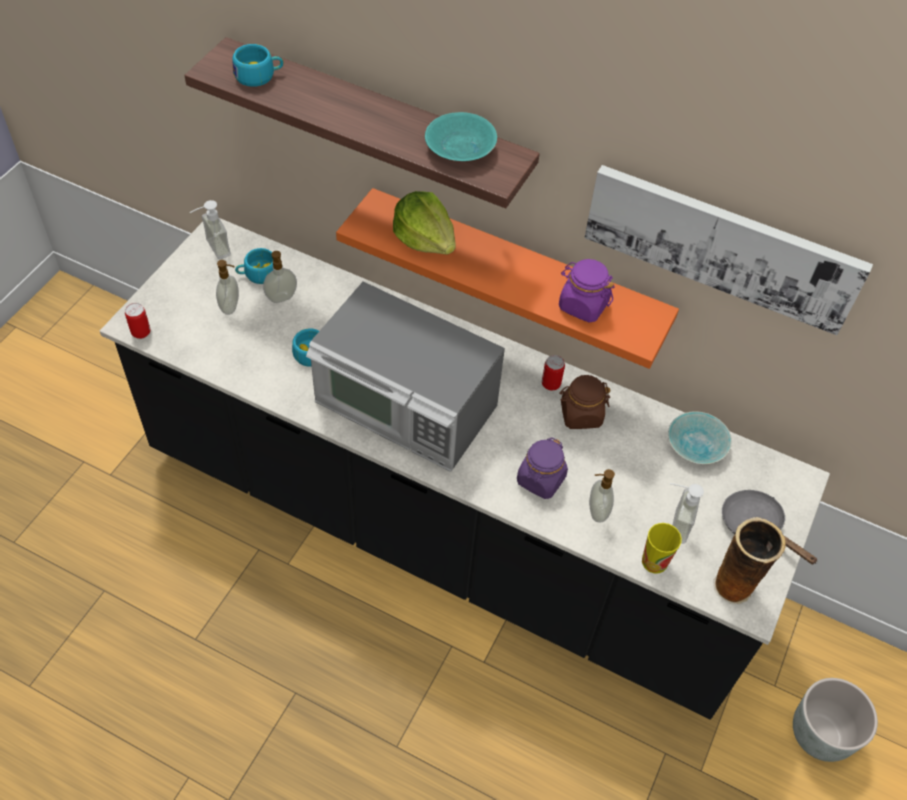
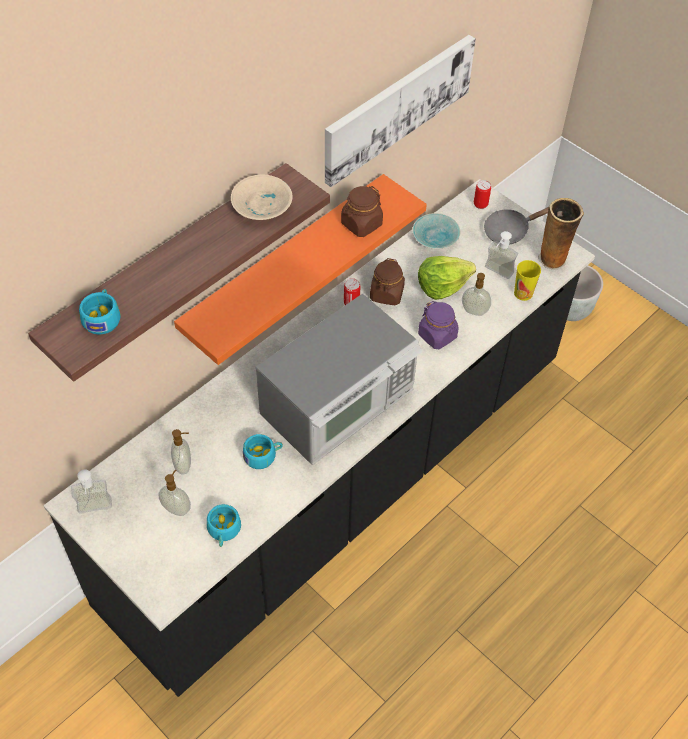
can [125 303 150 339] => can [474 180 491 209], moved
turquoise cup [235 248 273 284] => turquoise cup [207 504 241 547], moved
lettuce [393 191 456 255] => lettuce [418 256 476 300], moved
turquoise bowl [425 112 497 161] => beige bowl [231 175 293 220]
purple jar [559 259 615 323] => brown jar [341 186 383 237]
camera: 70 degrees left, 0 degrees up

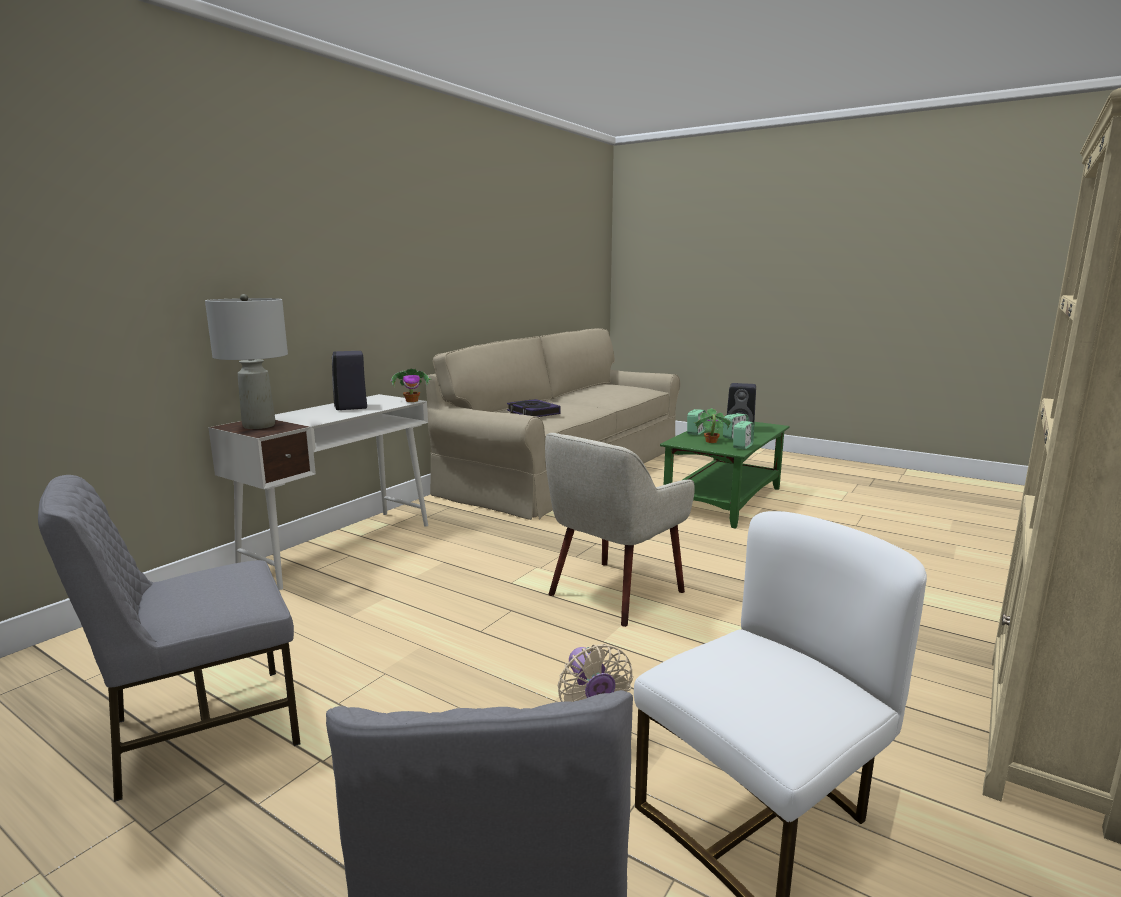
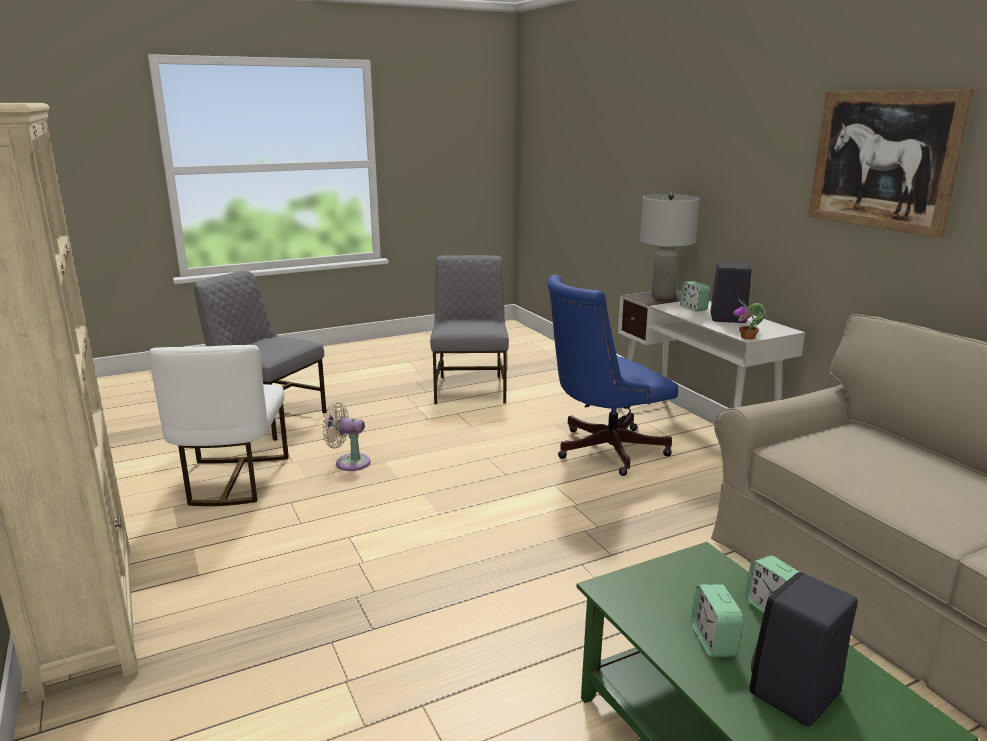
book [507 399 560 417] => nothing
beige armchair [545 433 695 627] => nothing
potted plant [694 408 731 443] => nothing
nothing => blue office chair [547 274 678 476]
nothing => picture [808 89 974 238]
alarm clock [733 421 754 449] => alarm clock [680 281 710 311], moved
camera: 120 degrees right, 5 degrees up

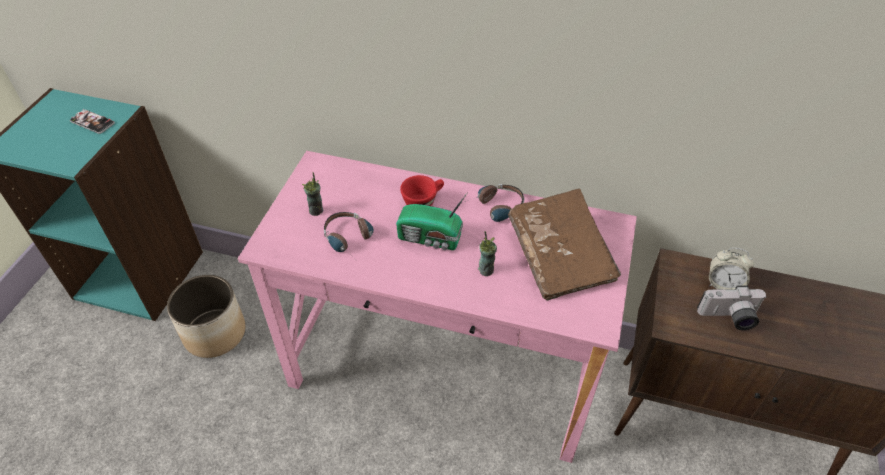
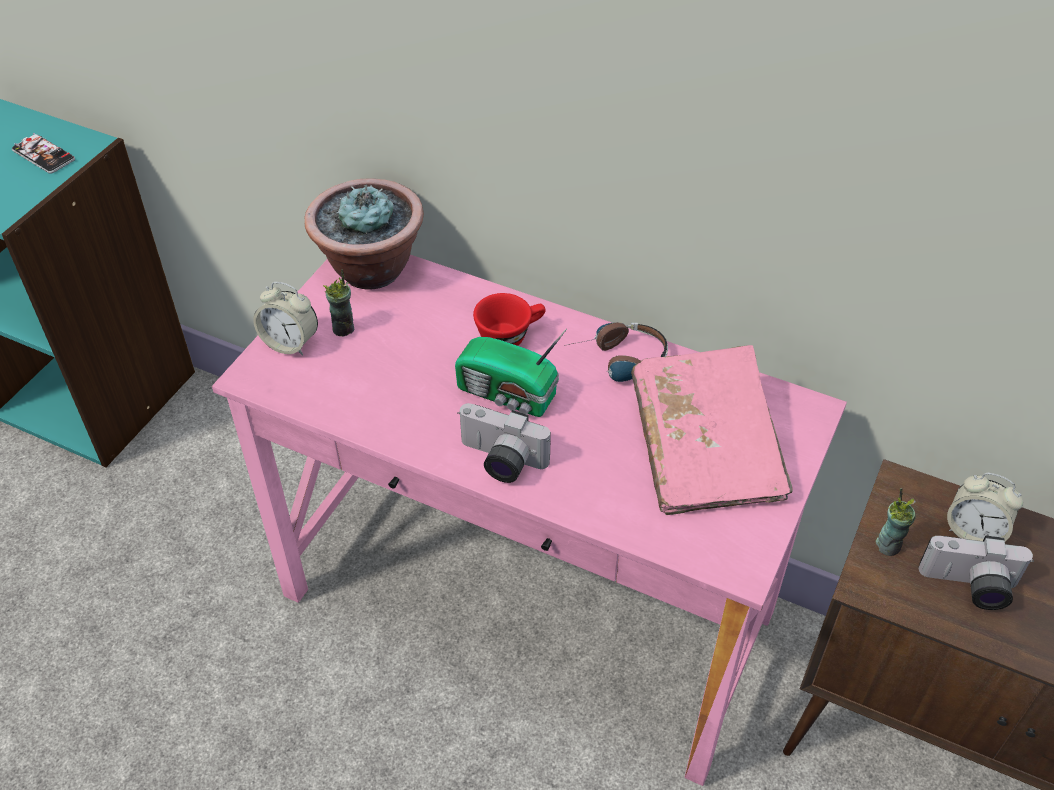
planter [167 275 246 358] => nothing
headphones [324 212 374 258] => nothing
nothing => alarm clock [253 282 318 356]
nothing => potted plant [305 178 424 289]
nothing => photo camera [457 403 551 483]
cup [478 231 497 276] => cup [875 488 916 556], moved
brown book [508 189 621 300] => pink book [631 345 793 515]
camera: 10 degrees right, 0 degrees up

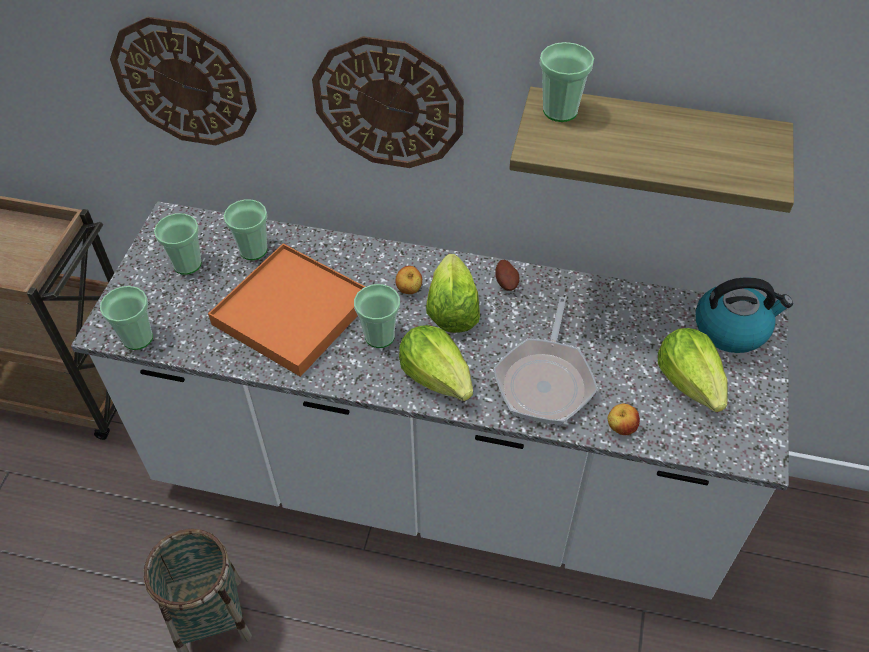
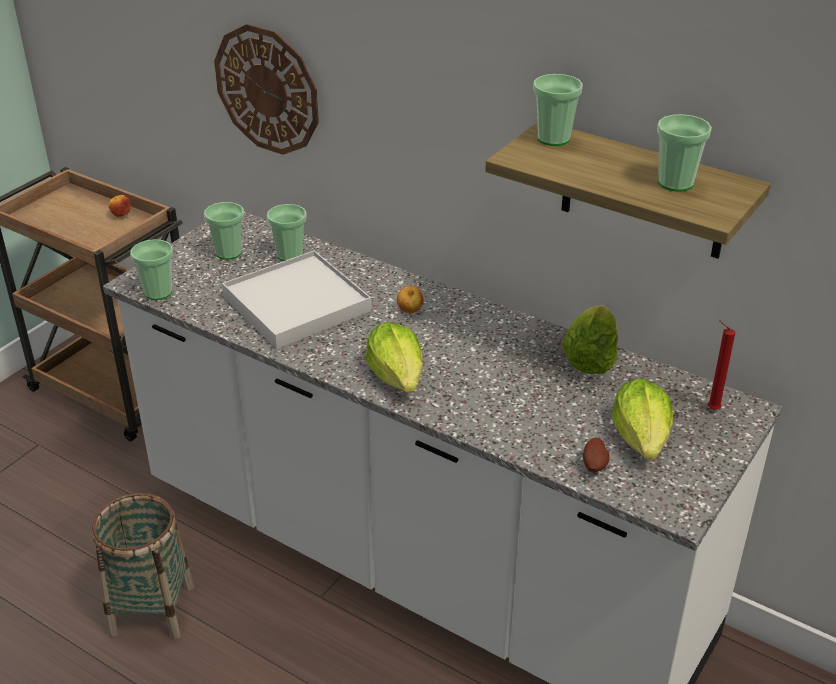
wall clock [312 36 464 168] => nothing
frying pan [493 297 598 425] => nothing
cup [354 284 400 348] => cup [657 114 712 192], moved
lettuce [426 254 480 333] => lettuce [562 305 618 374], moved
potato [495 260 519 291] => potato [583 438 610 472], moved
apple [608 404 640 435] => apple [109 195 131 217], moved
kettle [696 277 793 353] => red candle [708 320 735 410]
orange tray [208 244 365 377] => white tray [222 250 372 349]
camera: 20 degrees right, 15 degrees down

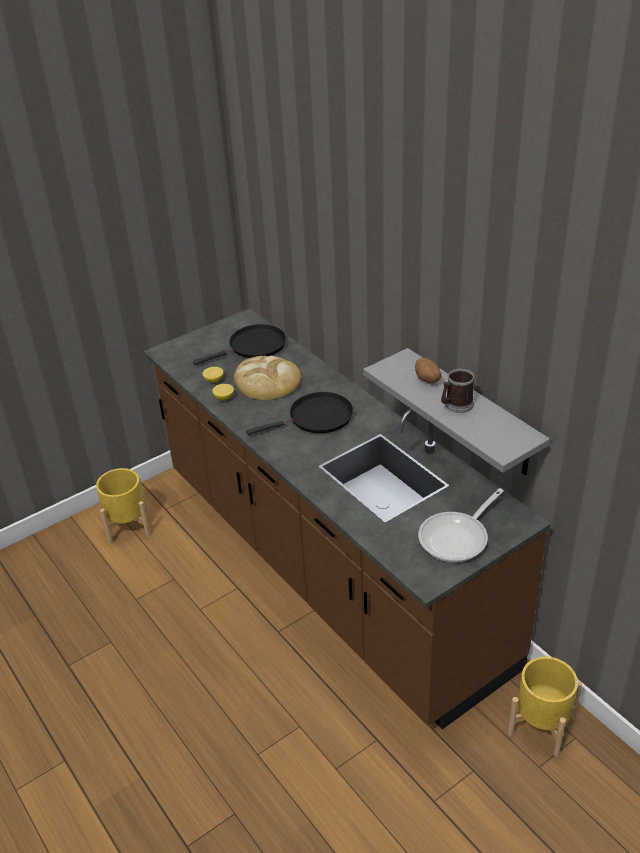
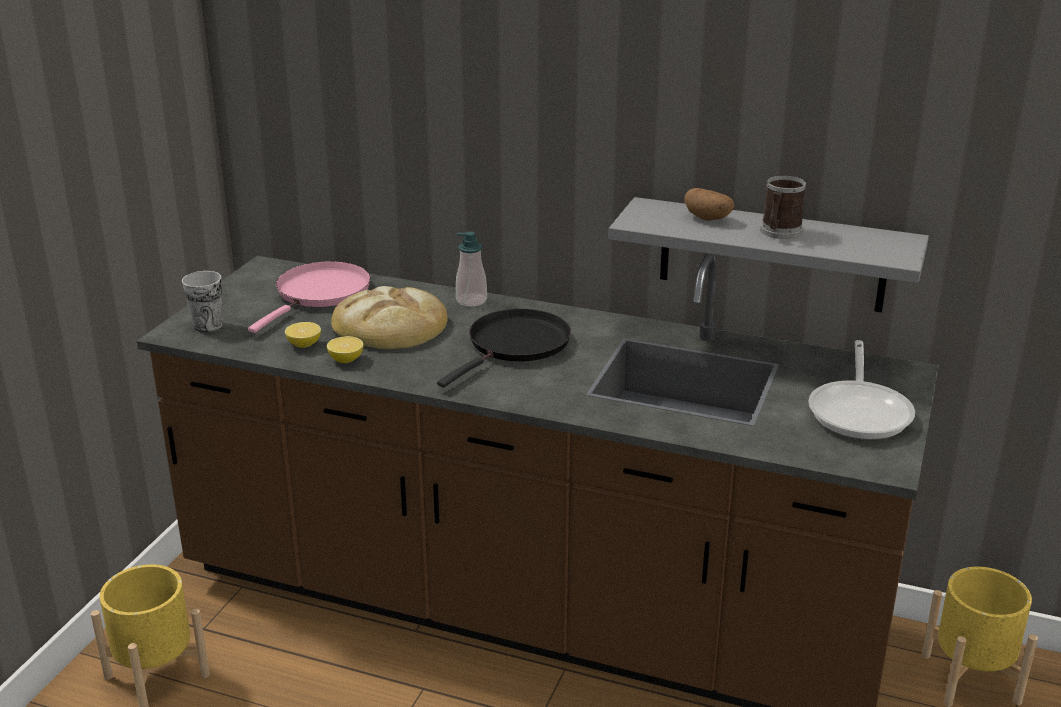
nothing => cup [182 271 222 332]
nothing => soap dispenser [456 232 487 307]
black frying pan [193 324 286 365] => pink frying pan [248 261 371 333]
camera: 35 degrees left, 10 degrees down

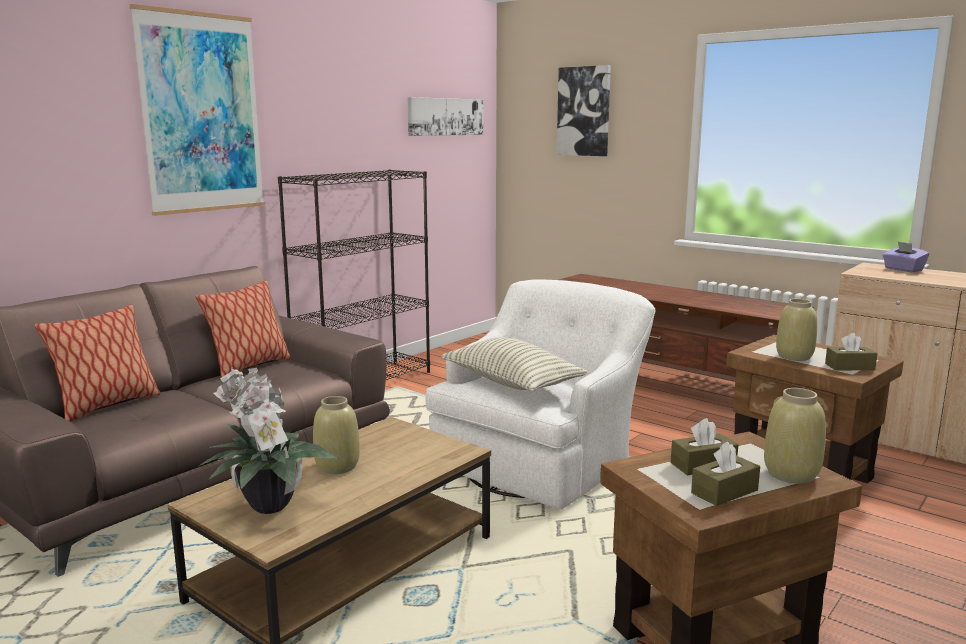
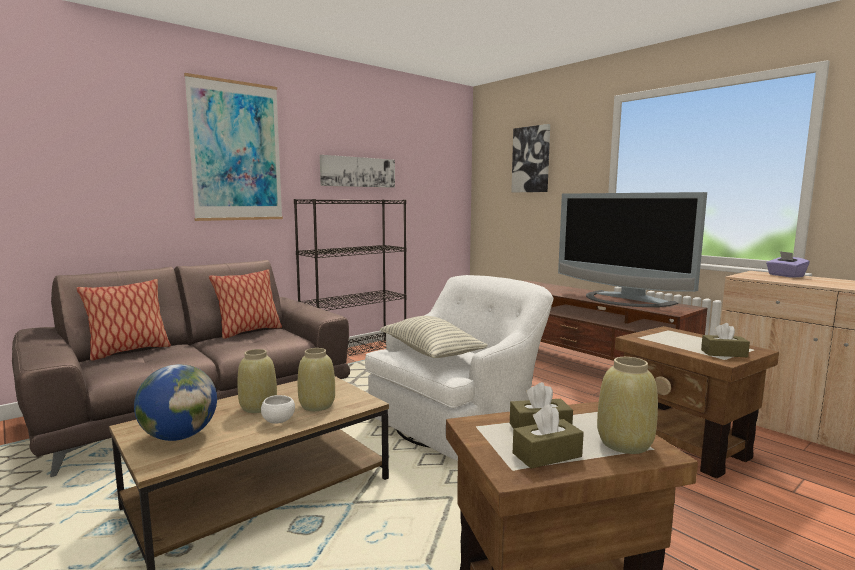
nothing => white bowl [261 395 295 424]
nothing => television [558 192 707 307]
picture [407 97 483 136] => picture [320 155 395 188], moved
beige vase [776 299 817 361] => beige vase [298 348 335 411], moved
potted plant [199 367 339 514] => globe [134 364 217 441]
camera: 10 degrees right, 5 degrees down

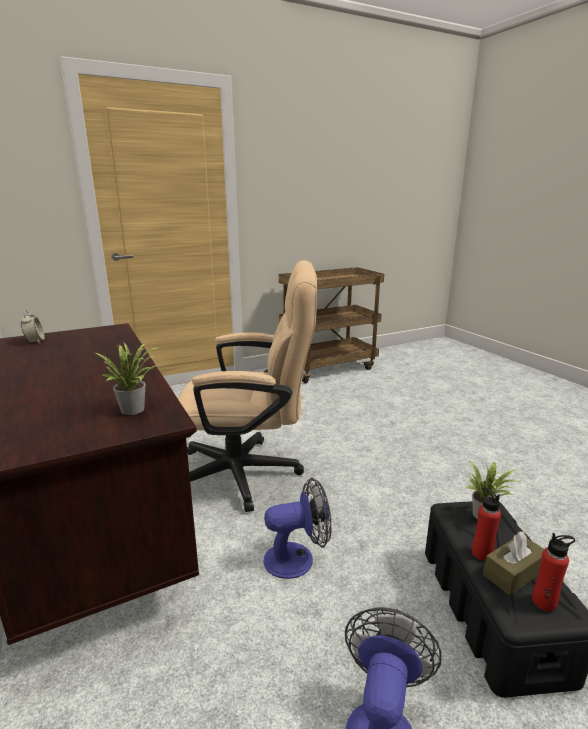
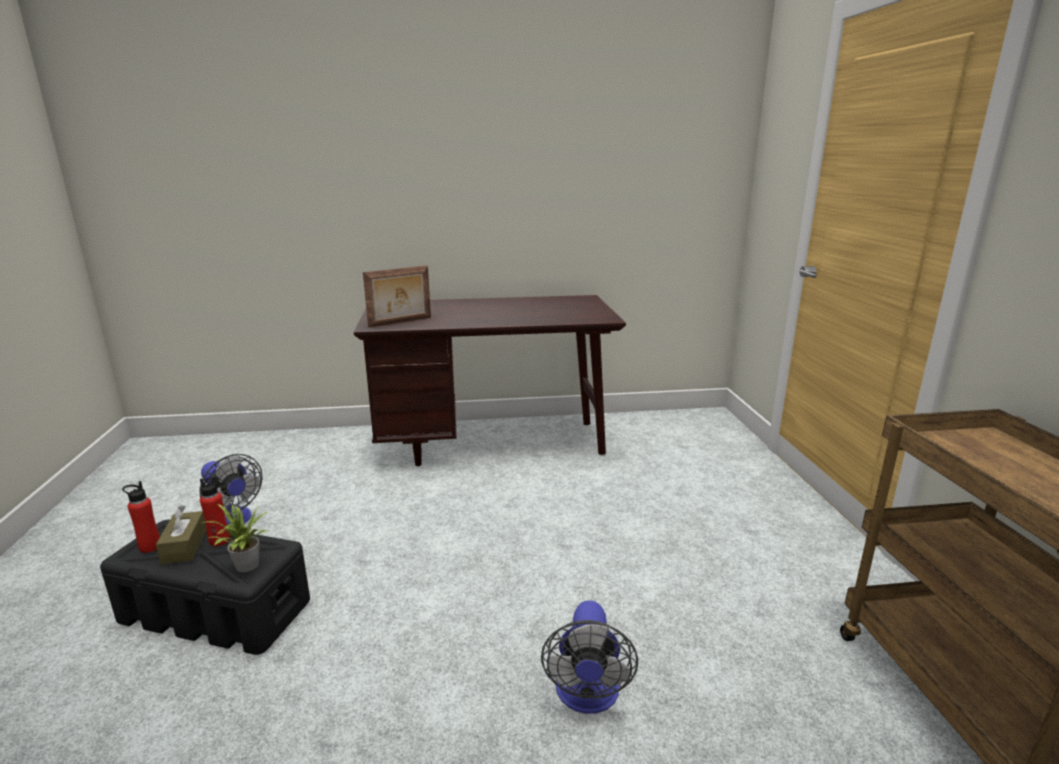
alarm clock [21 310 45 343] => nothing
beige office chair [178 260 317 512] => nothing
fan [264 478 331 579] => fan [541 600 638 714], moved
potted plant [95 343 160 415] => picture frame [363 265 431 327]
camera: 110 degrees right, 0 degrees up

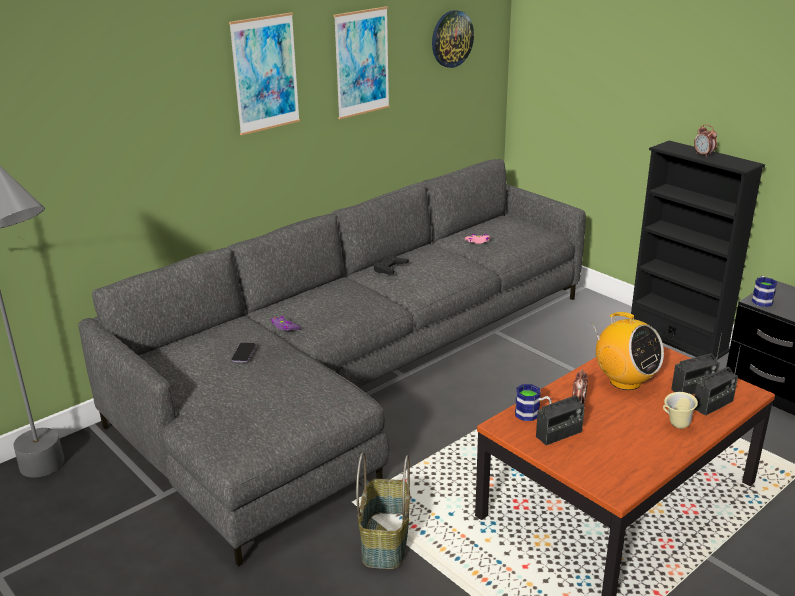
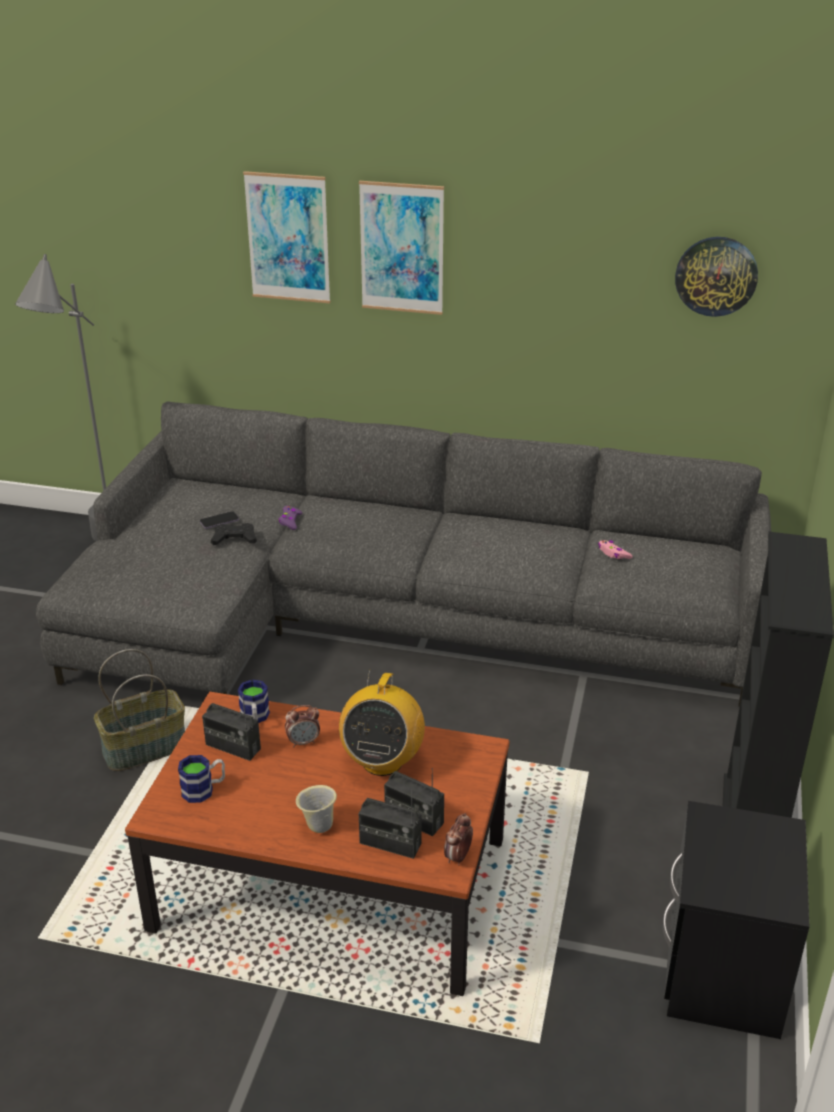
picture [334 6 390 119] => picture [243 171 331 303], moved
black game controller [374 255 409 275] => black game controller [211 523 257 545], moved
alarm clock [694 124 717 158] => alarm clock [444 813 473 865], moved
mug [752 276 778 307] => mug [178 755 225 803], moved
camera: 55 degrees right, 5 degrees up

